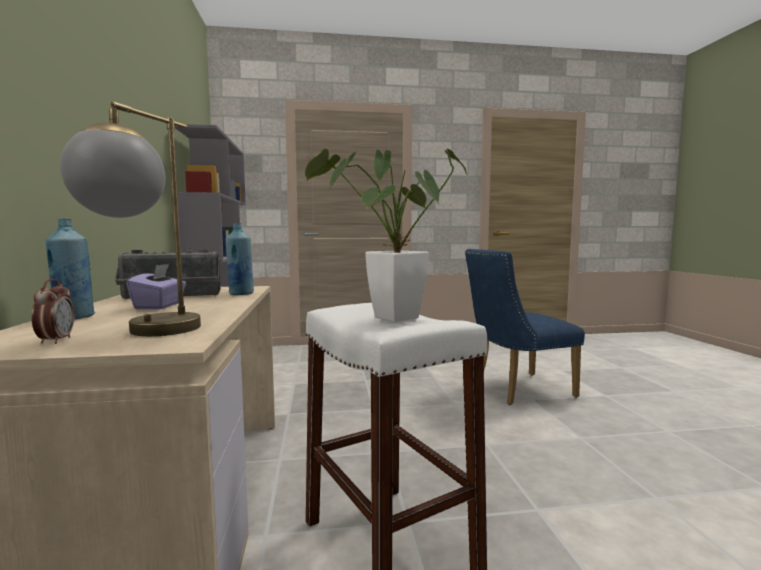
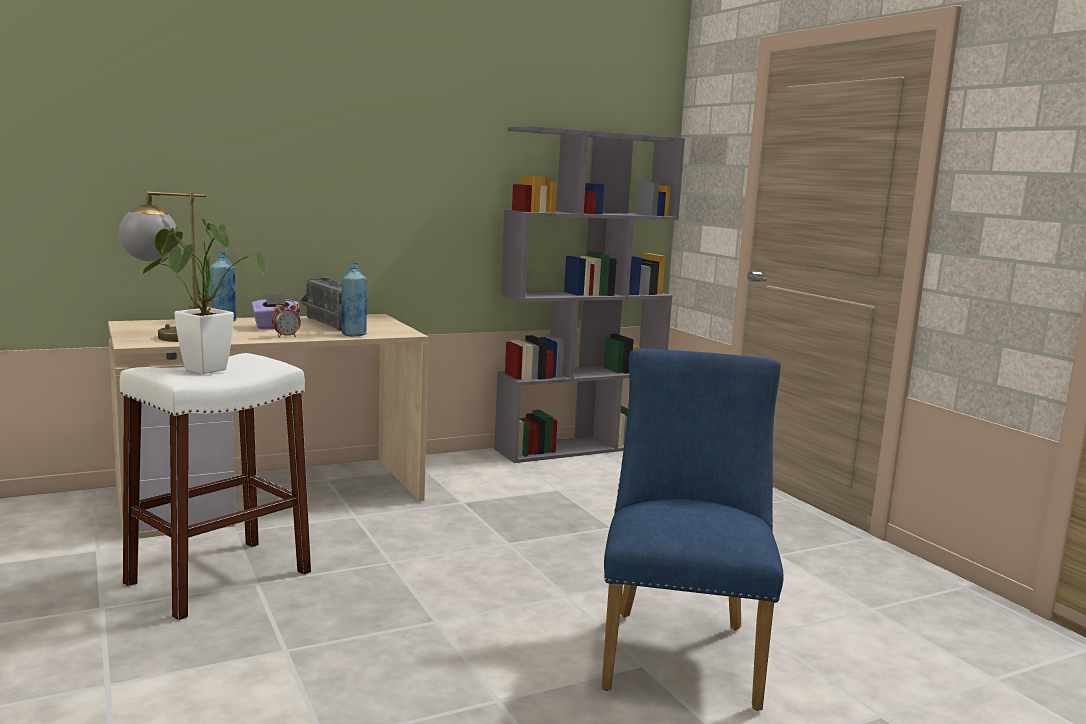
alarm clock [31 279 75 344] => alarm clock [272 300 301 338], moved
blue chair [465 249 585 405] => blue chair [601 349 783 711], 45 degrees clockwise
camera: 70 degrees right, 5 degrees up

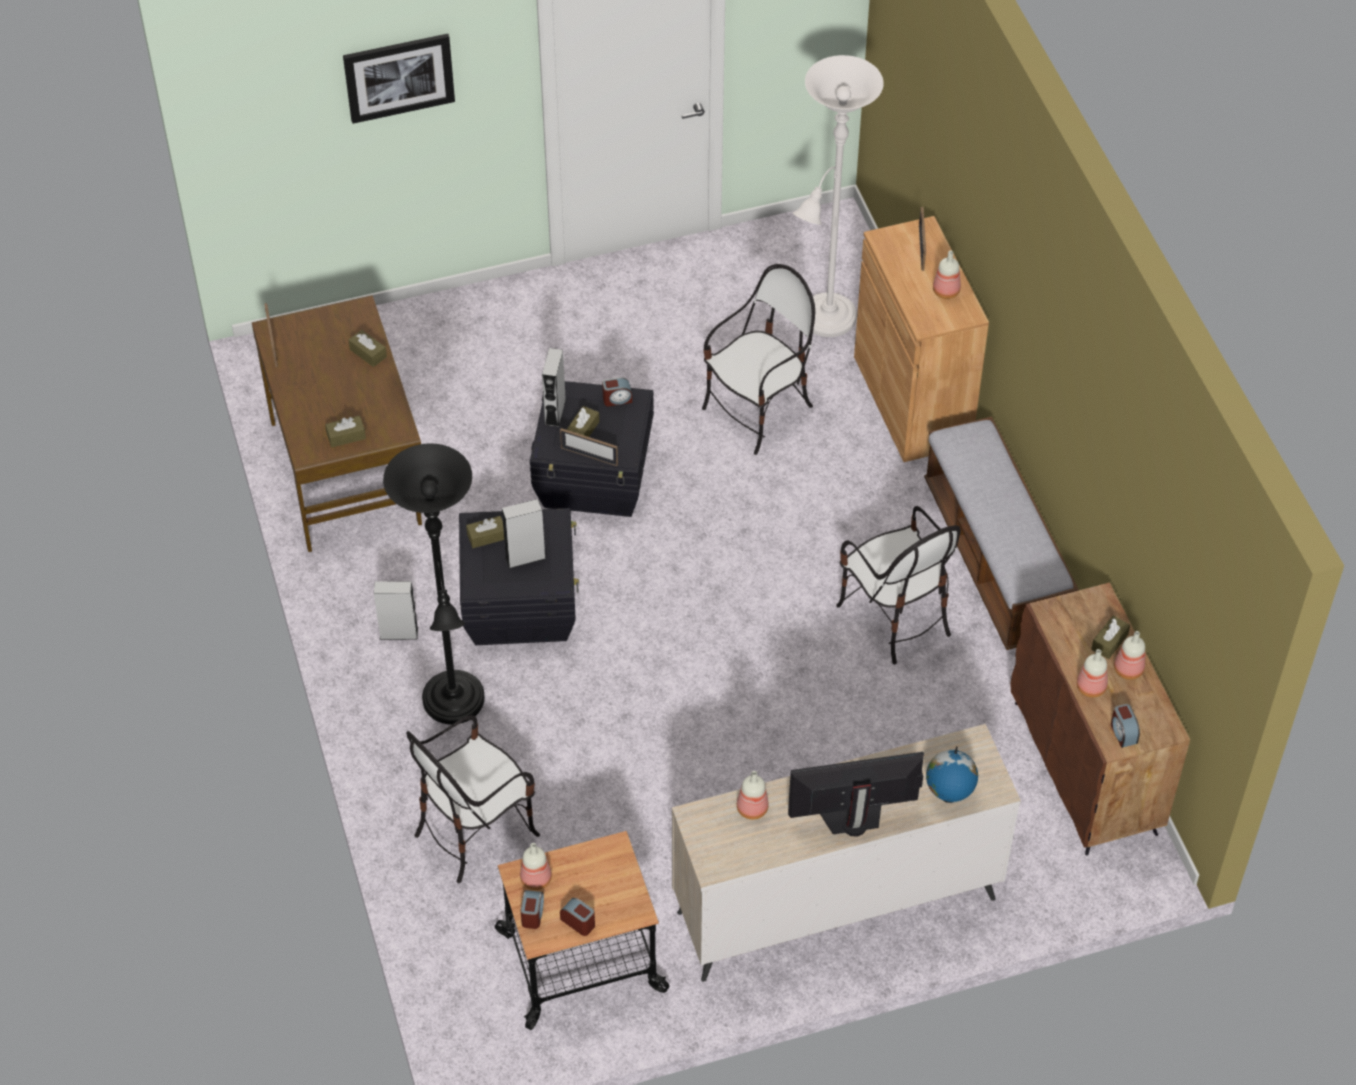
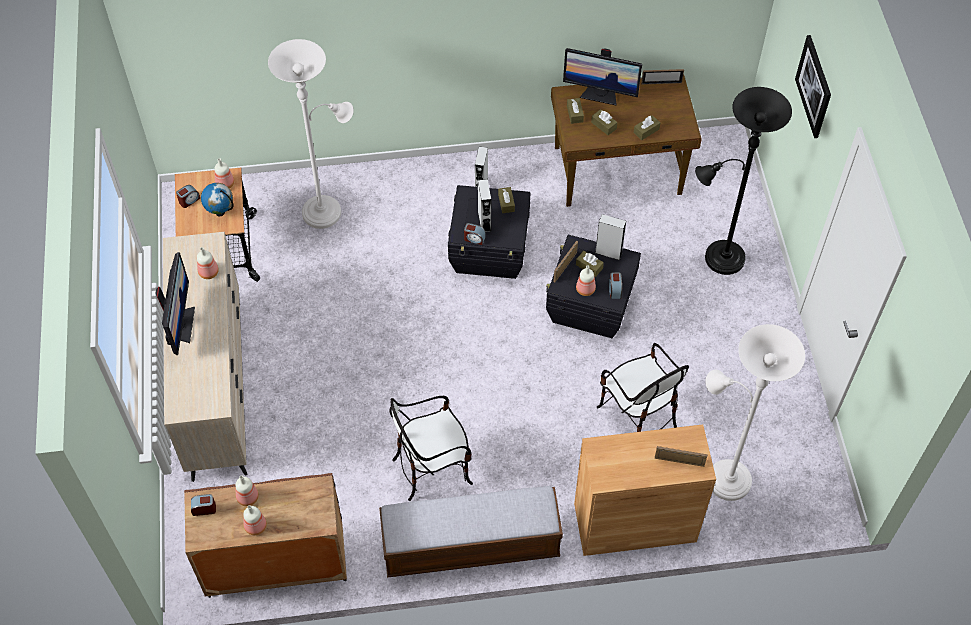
nothing => monitor [563 48 642 105]
black floor lamp [383 443 485 724] => black floor lamp [695 87 792 275], moved
alarm clock [521 890 544 929] => alarm clock [464 223 485 245], moved
globe [926 746 978 803] => globe [201 183 234 216], moved
bottle [933 251 961 299] => bottle [576 266 596 296], moved
brown tissue box [1091 615 1130 659] => brown tissue box [591 109 617 135], moved
chair [406 715 540 883] => white floor lamp [268 39 354 229]
camera: 100 degrees right, 5 degrees up

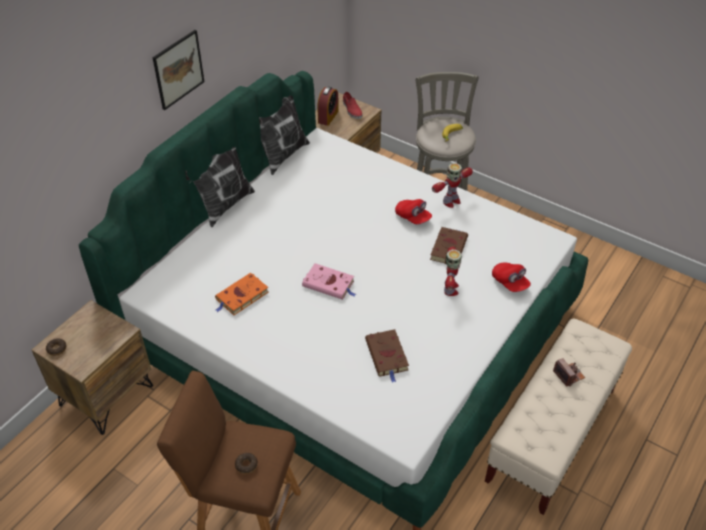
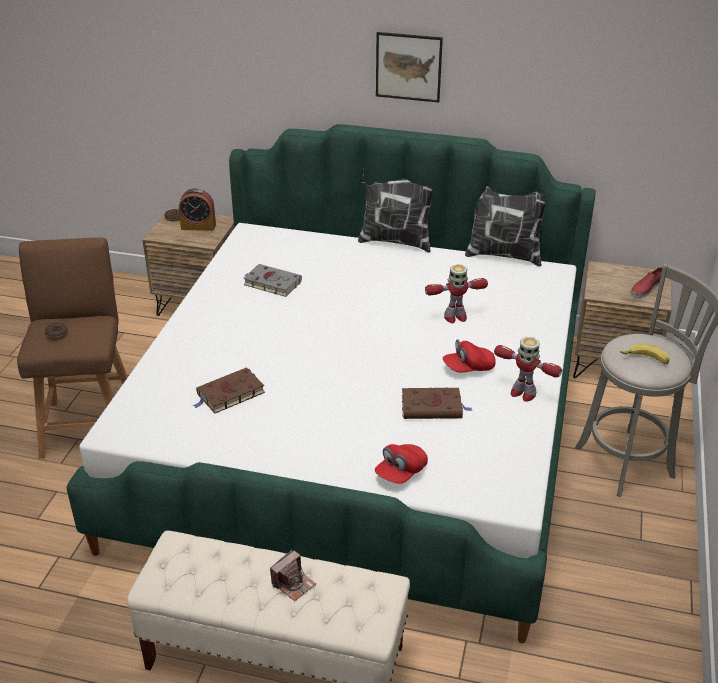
pink book [302 263 356 300] => nothing
alarm clock [317 87 339 126] => alarm clock [179 188 216 231], moved
toy robot [444 247 462 296] => toy robot [425 264 488 323], moved
orange book [215 273 268 315] => grey book [243 264 302 297]
red cap [395 199 432 224] => red cap [443 339 496 373], 45 degrees clockwise
camera: 70 degrees right, 10 degrees down

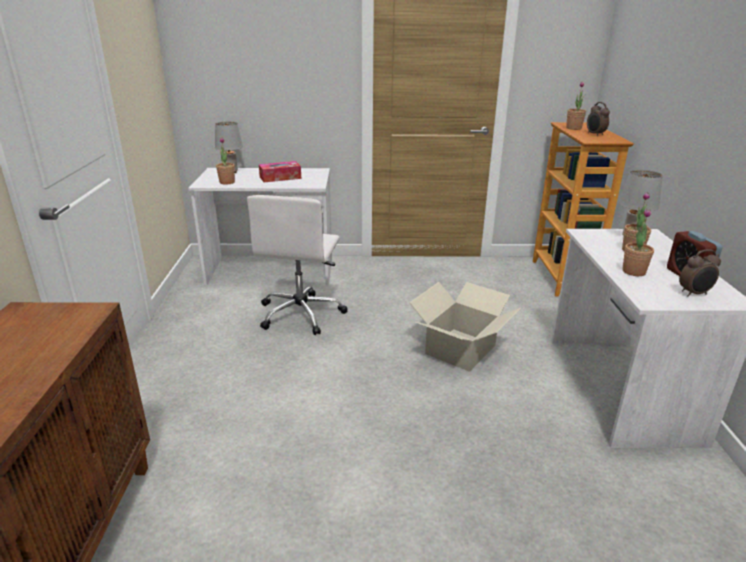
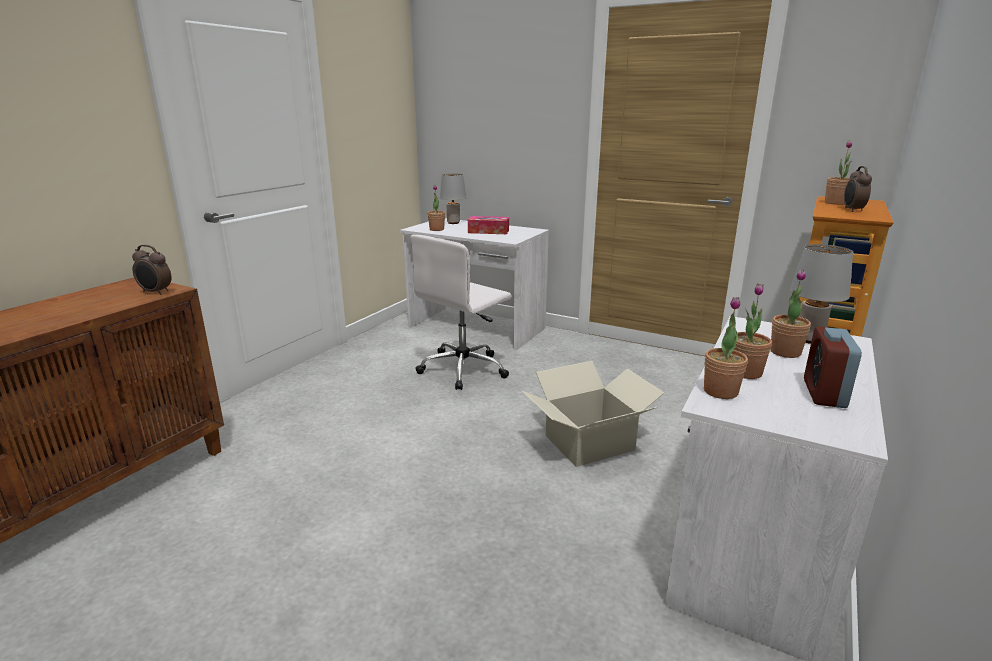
nothing => potted plant [704 297 748 399]
alarm clock [679 249 721 296] => alarm clock [132 245 171 295], moved
camera: 30 degrees right, 5 degrees down

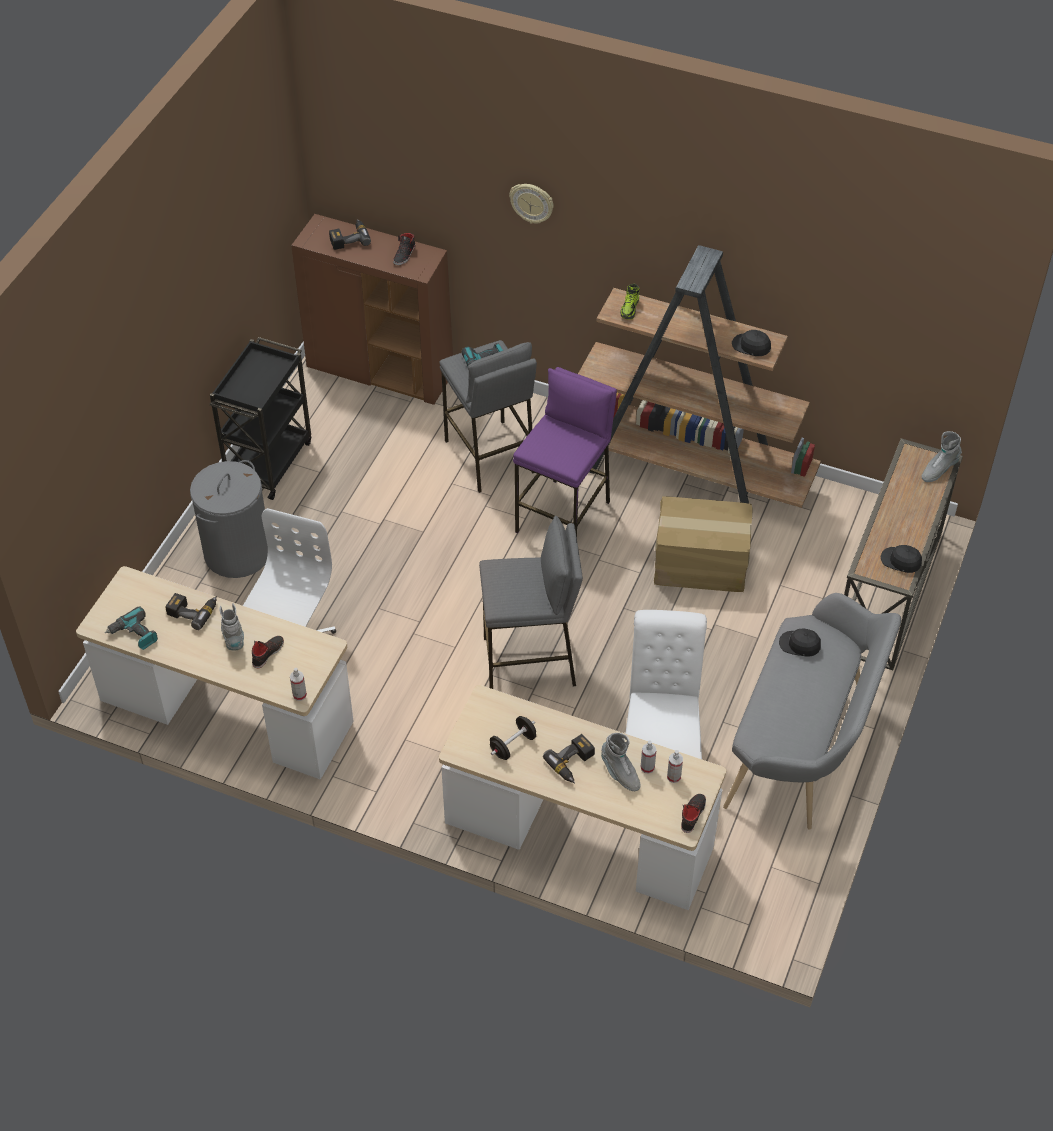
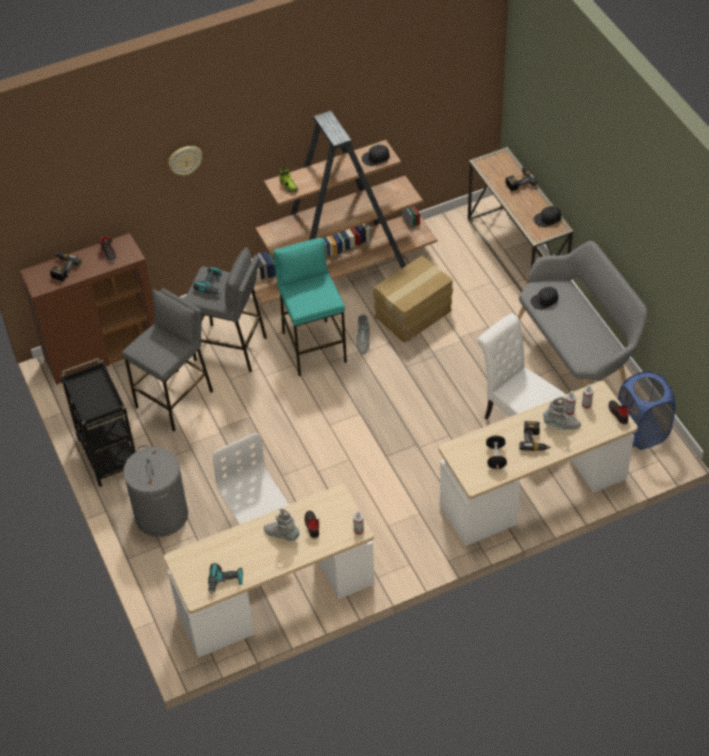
nothing => blue laundry basket [618 371 676 450]
power drill [165 593 217 630] => power drill [505 167 538 191], moved
grey stool [479 516 583 689] => grey stool [122 288 213 431], moved
grey boot [921 431 962 482] => grey boot [356 314 370 354], moved
purple stool [513 367 617 537] => turquoise stool [273 238 347 376]
camera: 45 degrees left, 0 degrees up

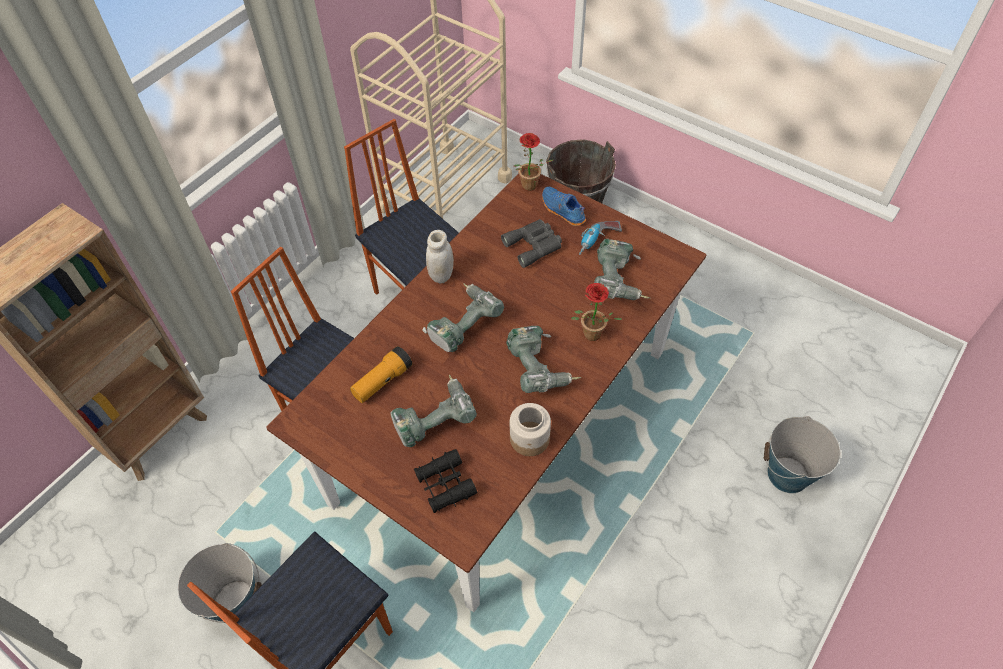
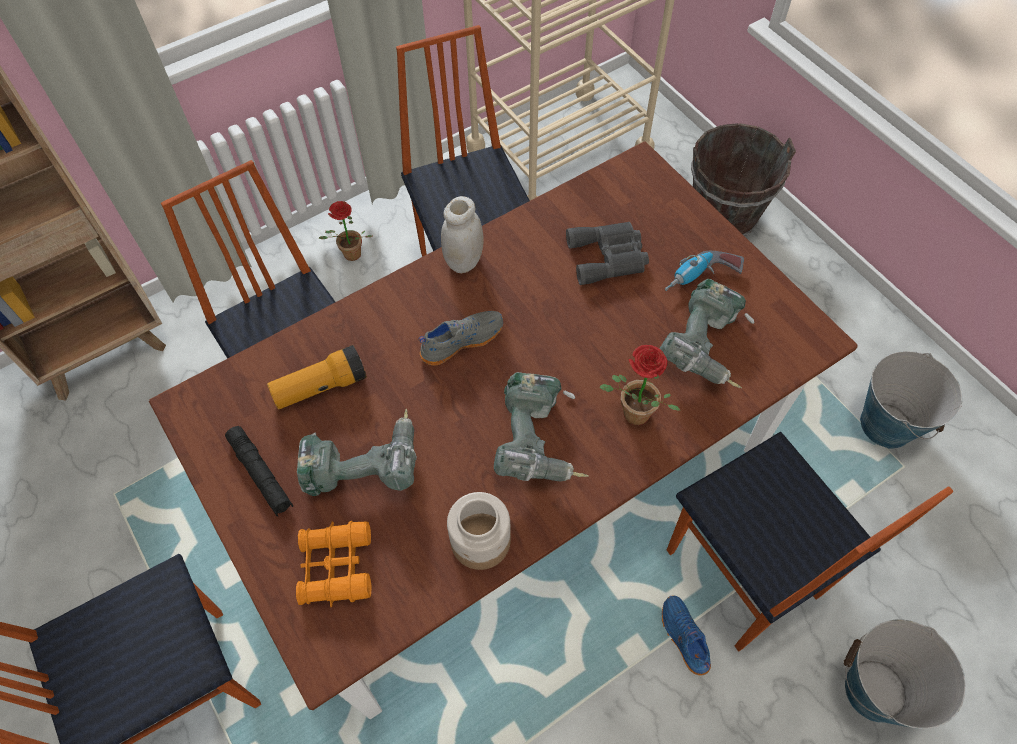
nothing => black flashlight [225 426 293 517]
nothing => chair [667 432 953 652]
bucket [178 543 261 623] => bucket [860 351 962 449], moved
potted plant [514 133 553 191] => potted plant [319 201 373 261], moved
blue shoe [542 187 586 226] => blue shoe [662 595 711 676], moved
power drill [422 283 504 352] => grey shoe [418 311 503 366]
black binoculars [414 449 477 513] => orange binoculars [296 521 371 607]
camera: 20 degrees right, 5 degrees up

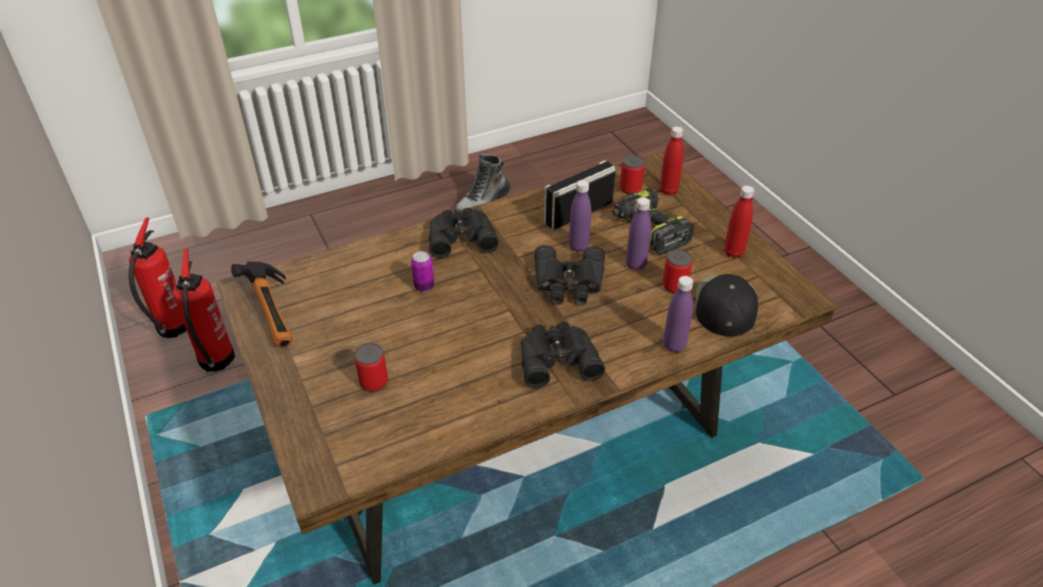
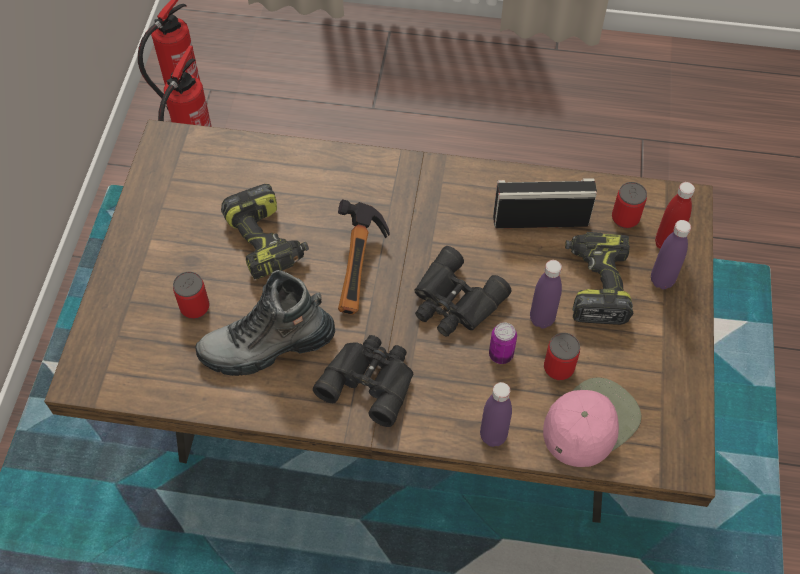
black binoculars [429 208 499 258] => nothing
red bottle [724 185 754 258] => nothing
nothing => power drill [221 184 309 279]
hammer [231 261 293 347] => hammer [338 199 390 315], moved
can [411 251 434 292] => can [489 322 517 364], moved
boot [454 154 510 212] => boot [195 270 335 376], moved
purple bottle [569 180 591 252] => purple bottle [651 220 691 289], moved
black cap [696 274 758 336] => pink cap [543 377 642 467]
camera: 35 degrees right, 15 degrees up

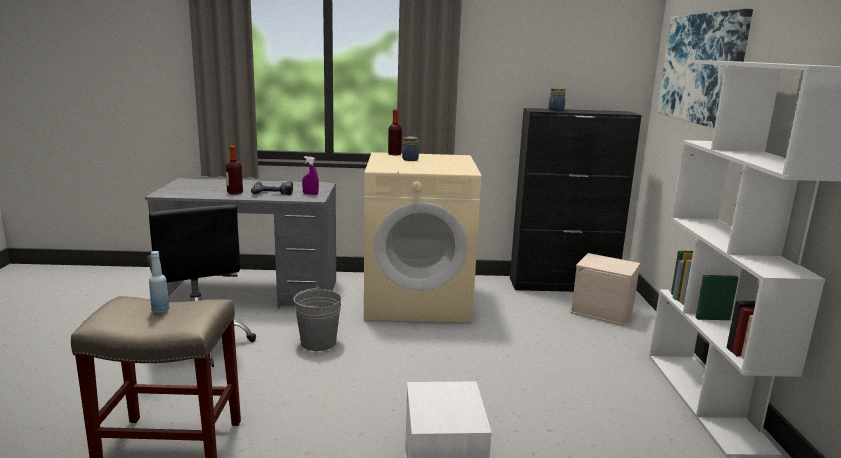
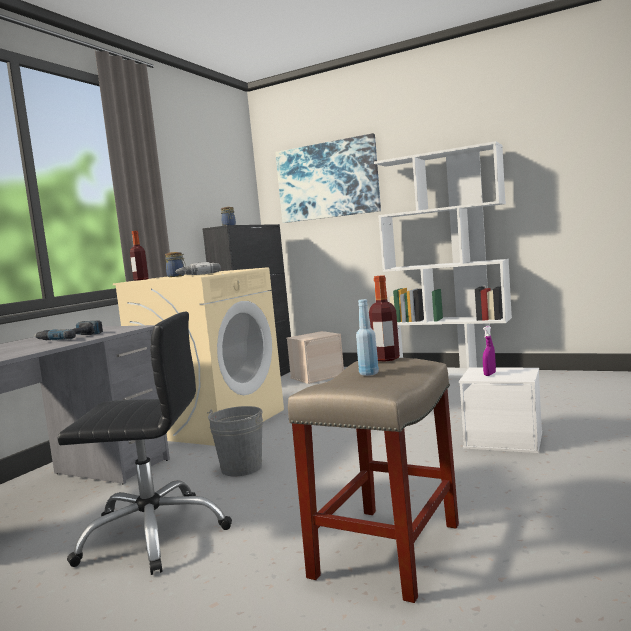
nothing => power drill [175 262 221 275]
bottle [226 146 243 195] => bottle [369 275 400 361], moved
purple spray bottle [302 156 319 195] => purple spray bottle [483 326 496 376], moved
camera: 60 degrees left, 10 degrees down

